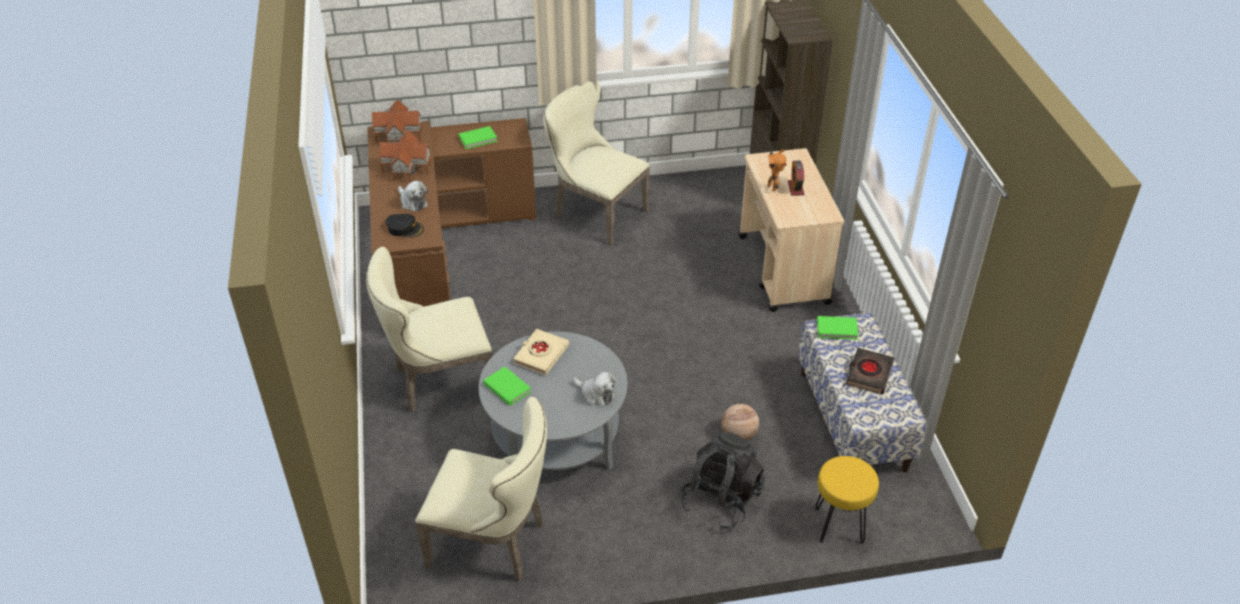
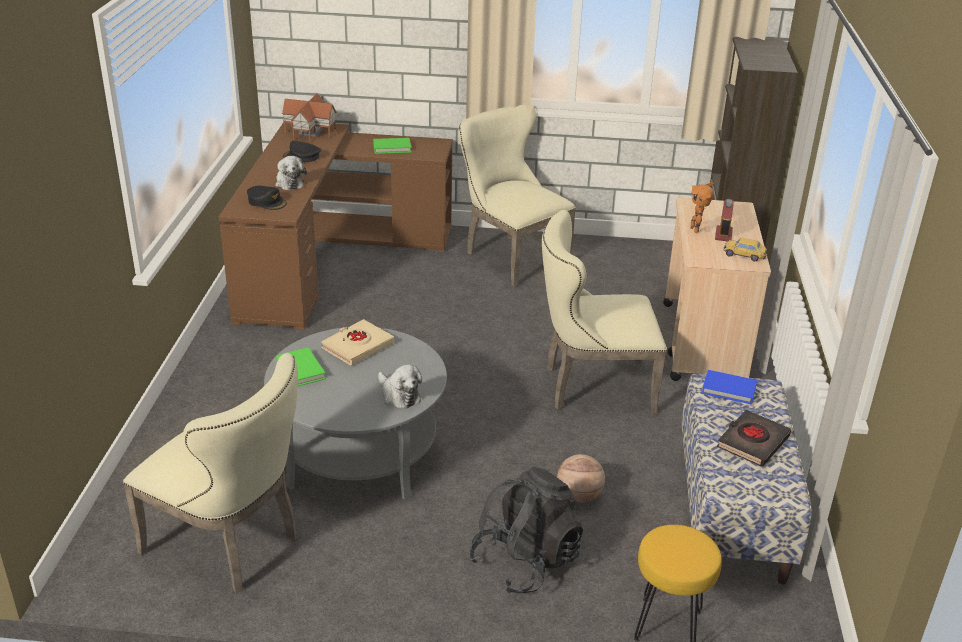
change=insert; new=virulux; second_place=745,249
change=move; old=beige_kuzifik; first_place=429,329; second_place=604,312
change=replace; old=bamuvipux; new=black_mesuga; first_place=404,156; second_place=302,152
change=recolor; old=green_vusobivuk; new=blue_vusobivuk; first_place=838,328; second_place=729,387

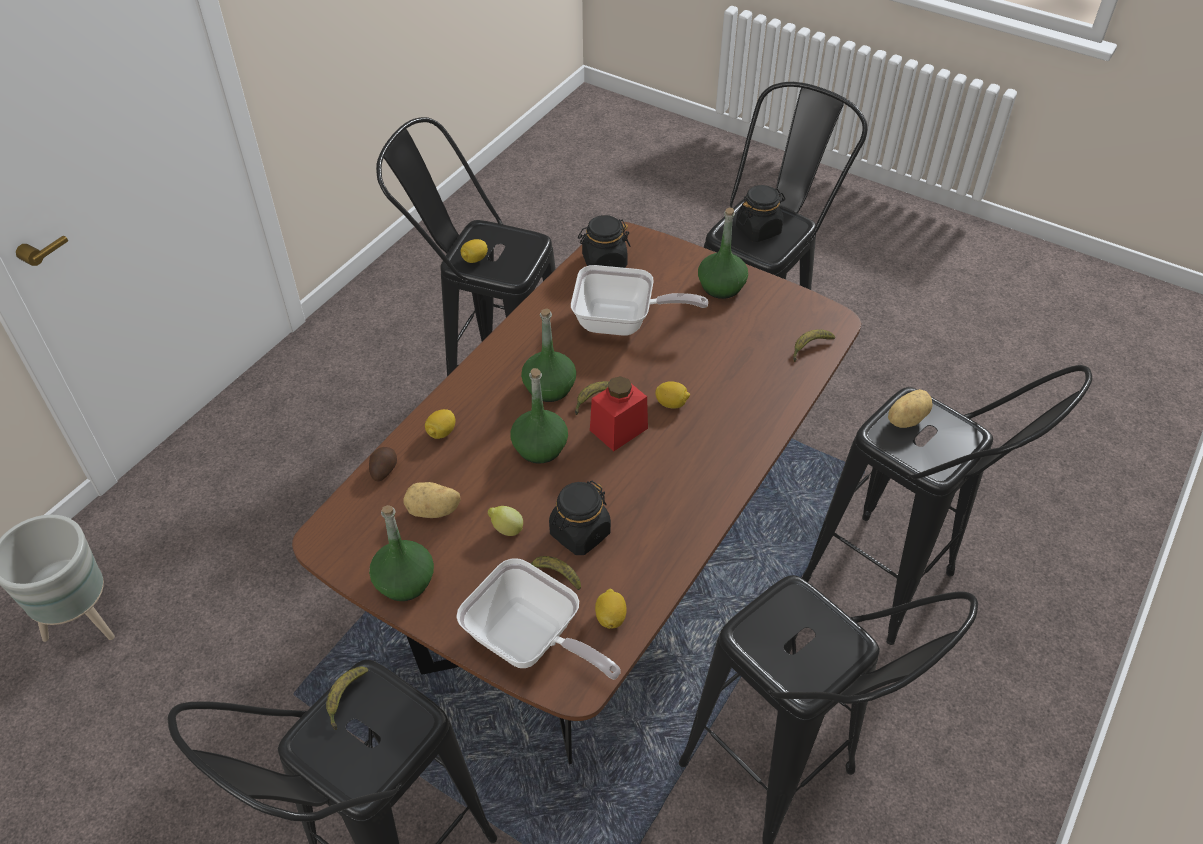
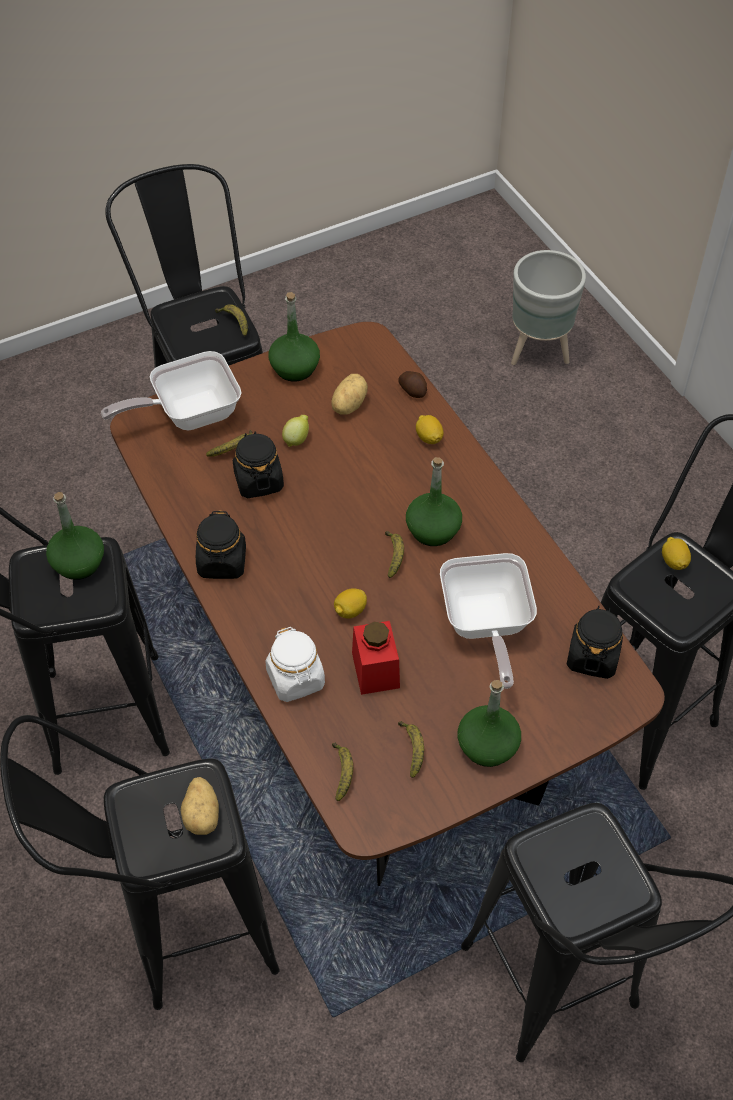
change=delete; old=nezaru; first_place=611,609
change=insert; new=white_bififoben; second_place=295,664
change=insert; new=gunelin; second_place=411,749
change=move; old=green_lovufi; first_place=539,416; second_place=75,536
change=move; old=red_bififoben; first_place=619,413; second_place=376,658
change=move; old=black_bififoben; first_place=760,213; second_place=221,544
change=rotate; old=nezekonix; first_place=639,300; second_place=488,621; degrees=-45

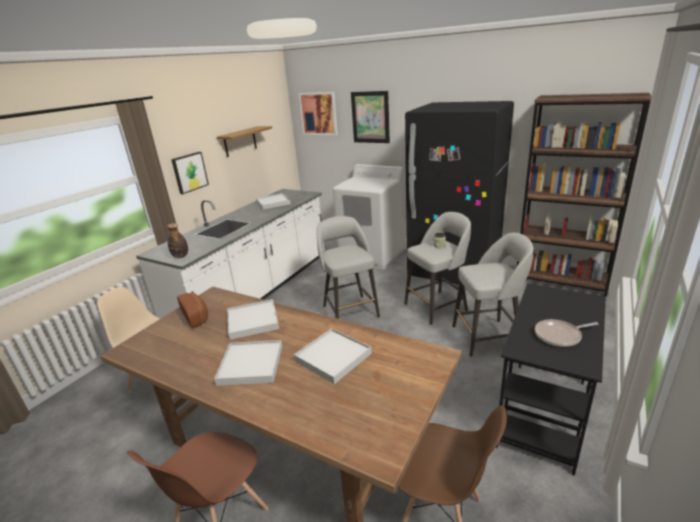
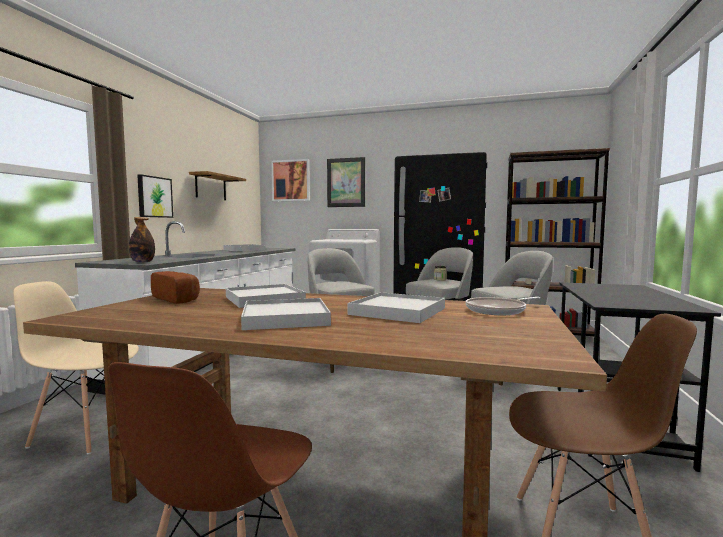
change=move; old=nezekonix; first_place=567,333; second_place=503,306

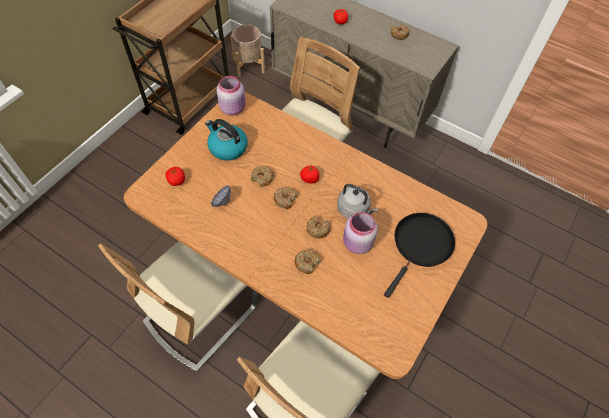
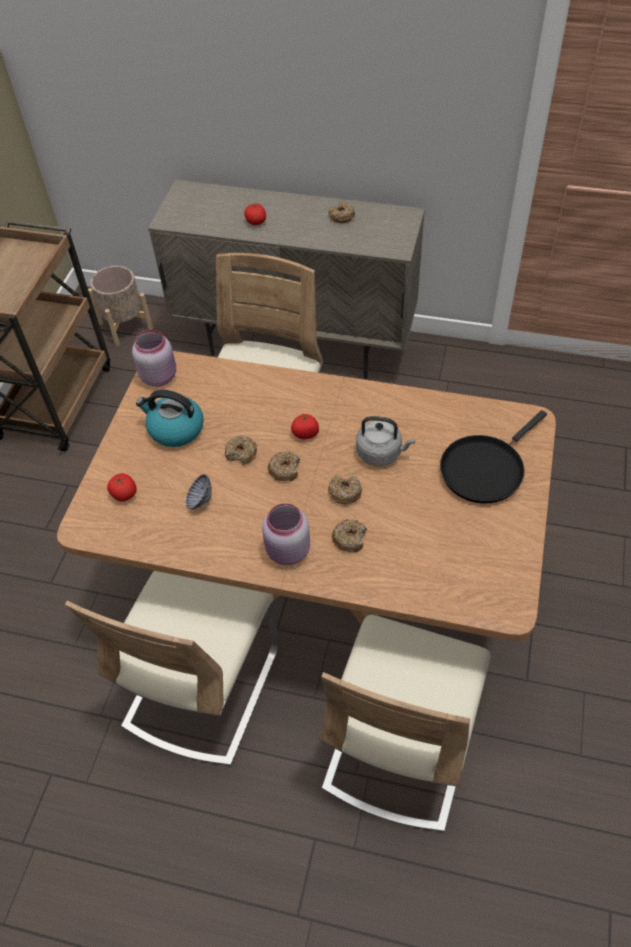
change=move; old=pink_bififoben; first_place=360,233; second_place=286,534
change=rotate; old=black_nezekonix; first_place=419,255; second_place=493,456; degrees=-150

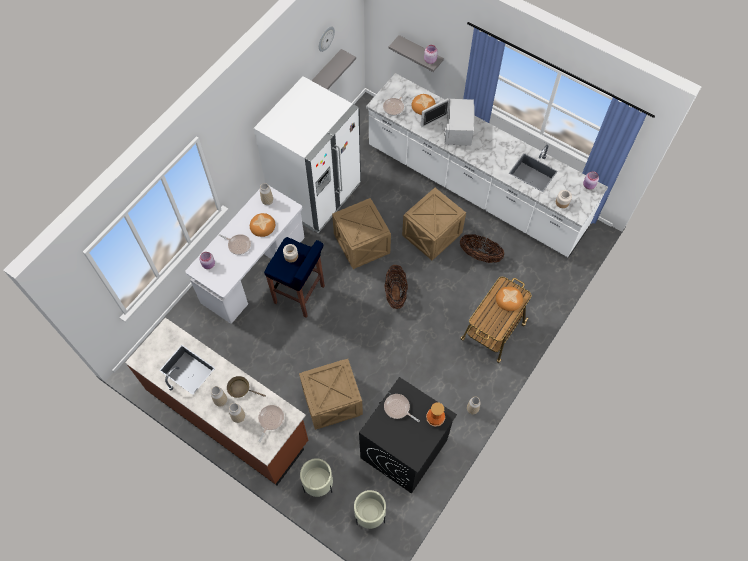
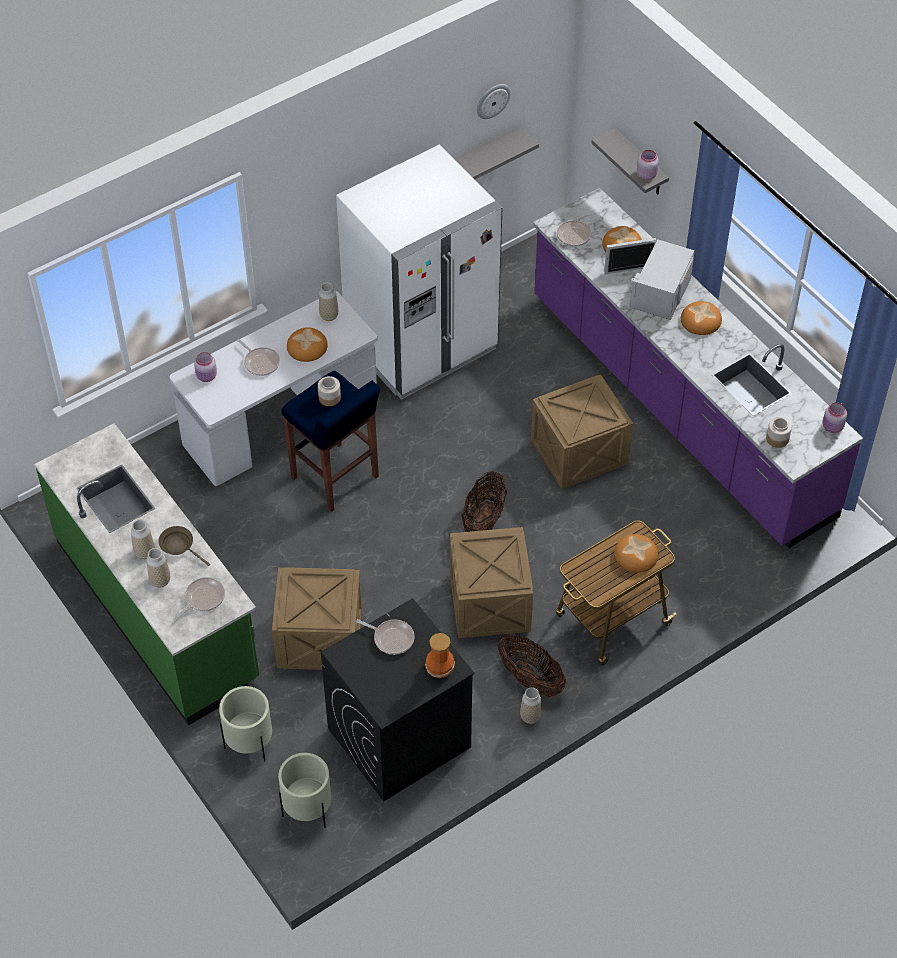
change=insert; new=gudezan; second_place=701,318
change=move; old=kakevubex; first_place=361,233; second_place=491,582
change=move; old=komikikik; first_place=482,248; second_place=532,665
change=recolor; old=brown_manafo; new=green_manafo; first_place=216,401; second_place=146,574
change=recolor; old=white_manafo; new=purple_manafo; first_place=487,165; second_place=698,368
change=rotate; old=nezekonix; first_place=402,408; second_place=385,637; degrees=150

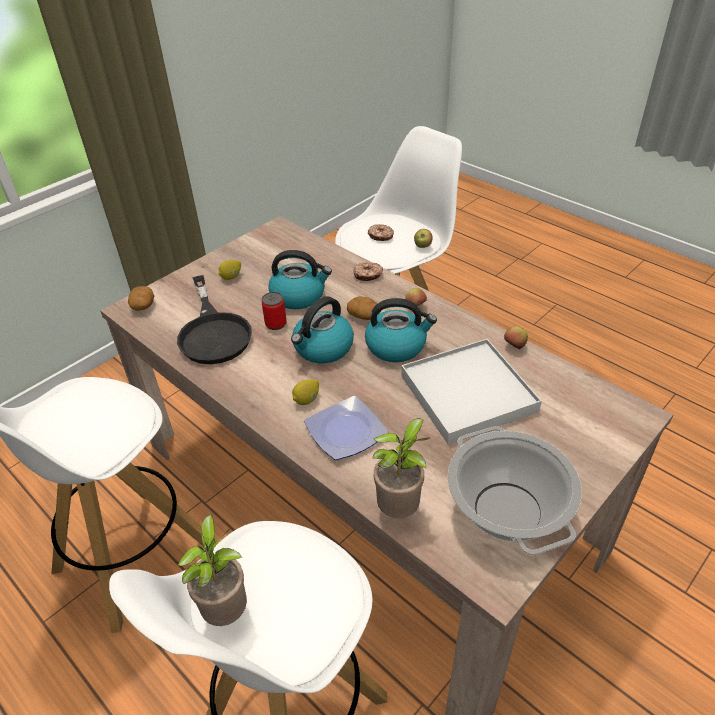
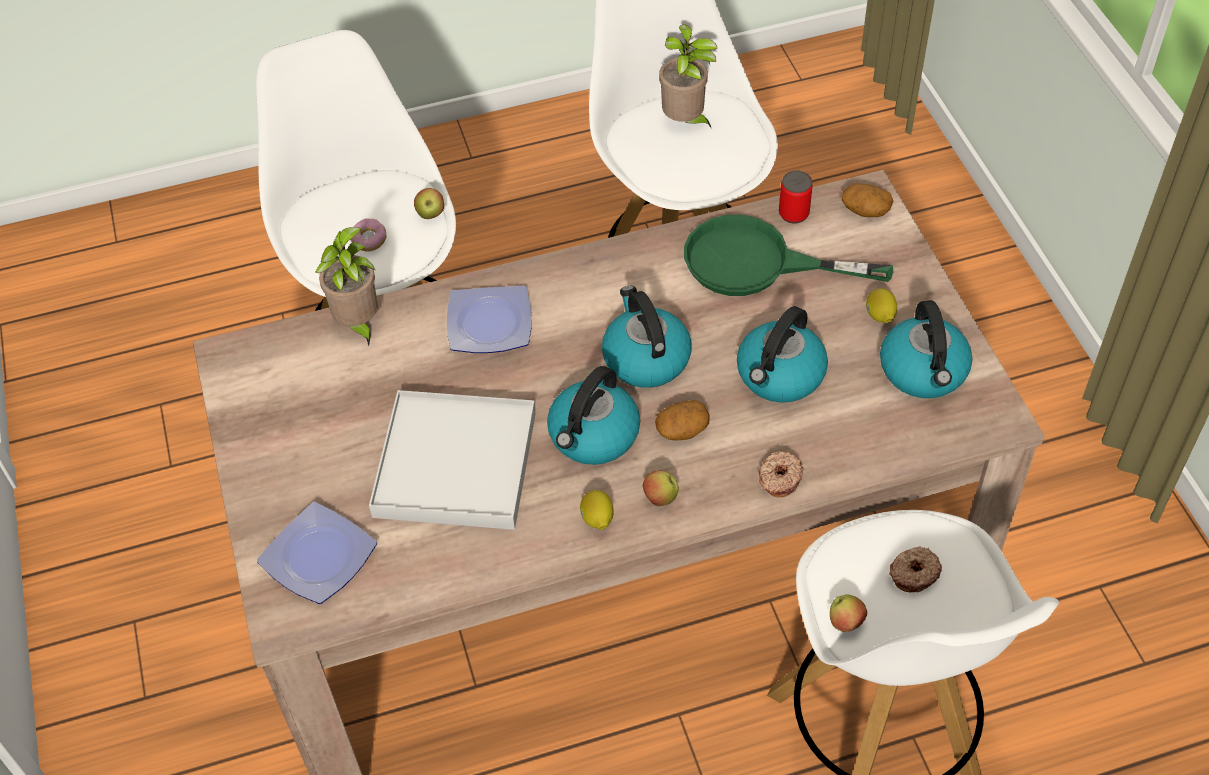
change=delete; old=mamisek; first_place=515,490
change=insert; new=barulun; second_place=317,553
change=insert; new=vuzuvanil; second_place=369,235
change=insert; new=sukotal; second_place=926,349
change=move; old=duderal; first_place=212,570; second_place=688,76
change=move; old=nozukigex; first_place=274,311; second_place=796,197
change=move; old=nezaru; first_place=305,392; second_place=597,510
change=move; old=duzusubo; first_place=516,337; second_place=429,203
change=recolor; old=black_nezekonix; new=green_nezekonix; first_place=214,319; second_place=788,255

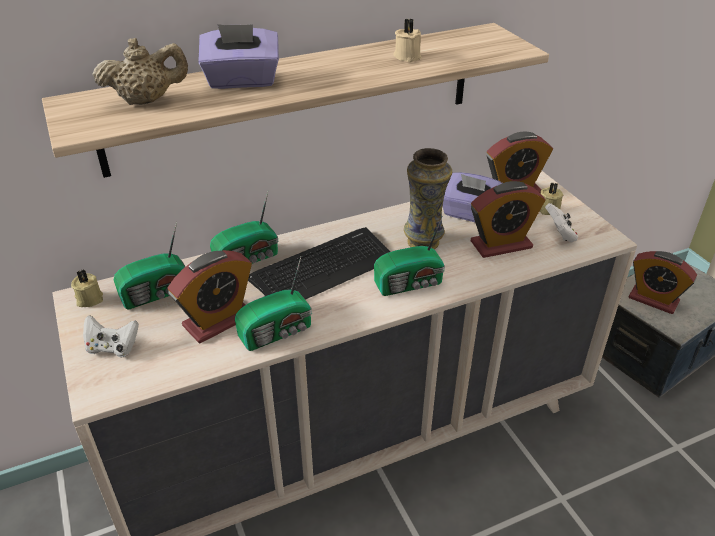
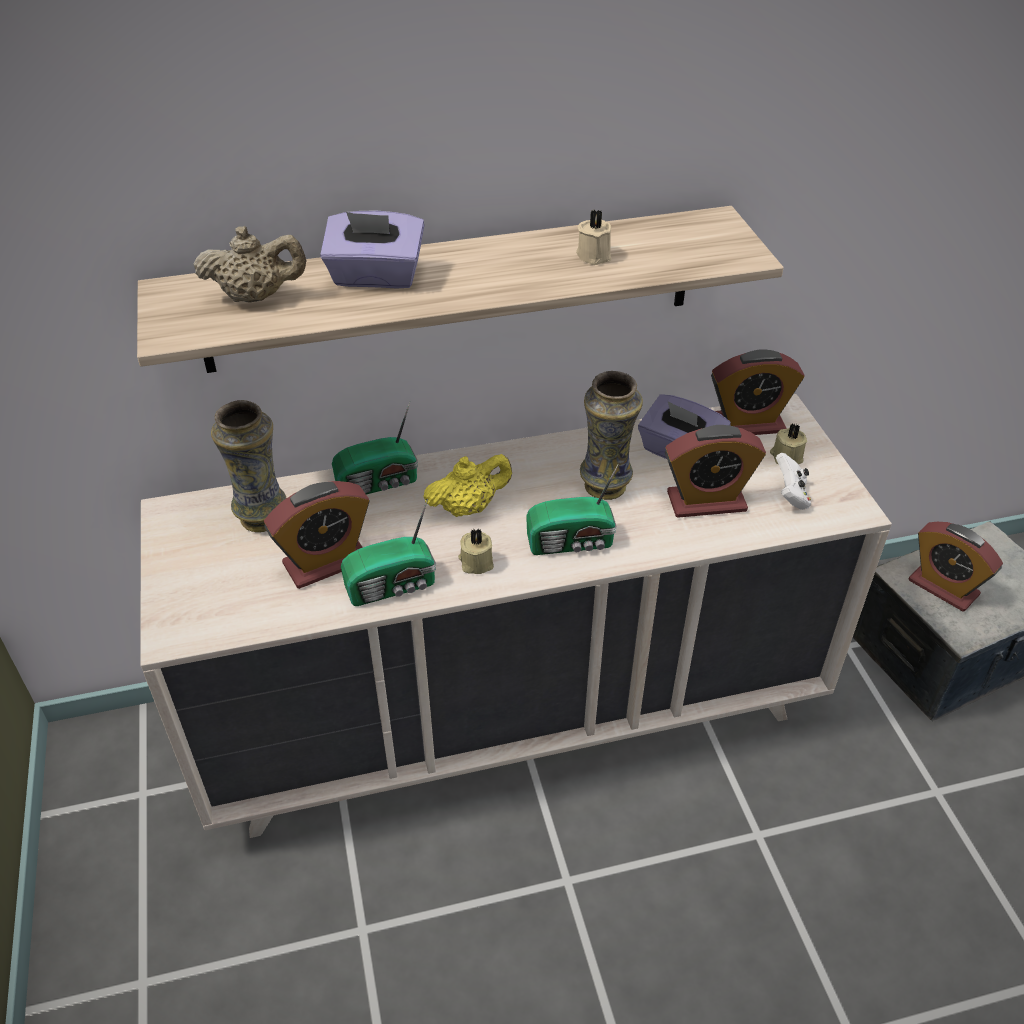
change=delete; old=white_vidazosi; first_place=111,336
change=move; old=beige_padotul; first_place=87,288; second_place=476,551
change=replace; old=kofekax; new=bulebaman; first_place=150,265; second_place=248,466
change=replace; old=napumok; new=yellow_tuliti; first_place=319,263; second_place=467,485

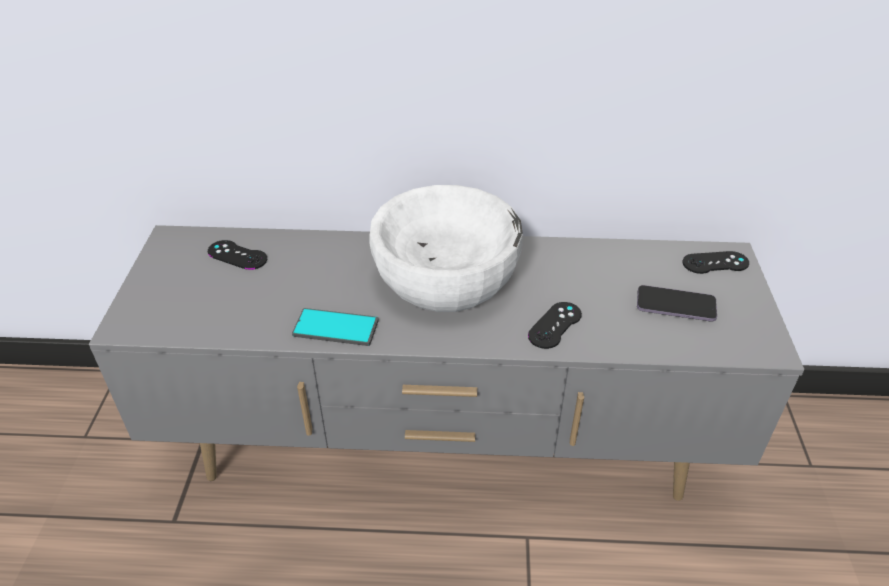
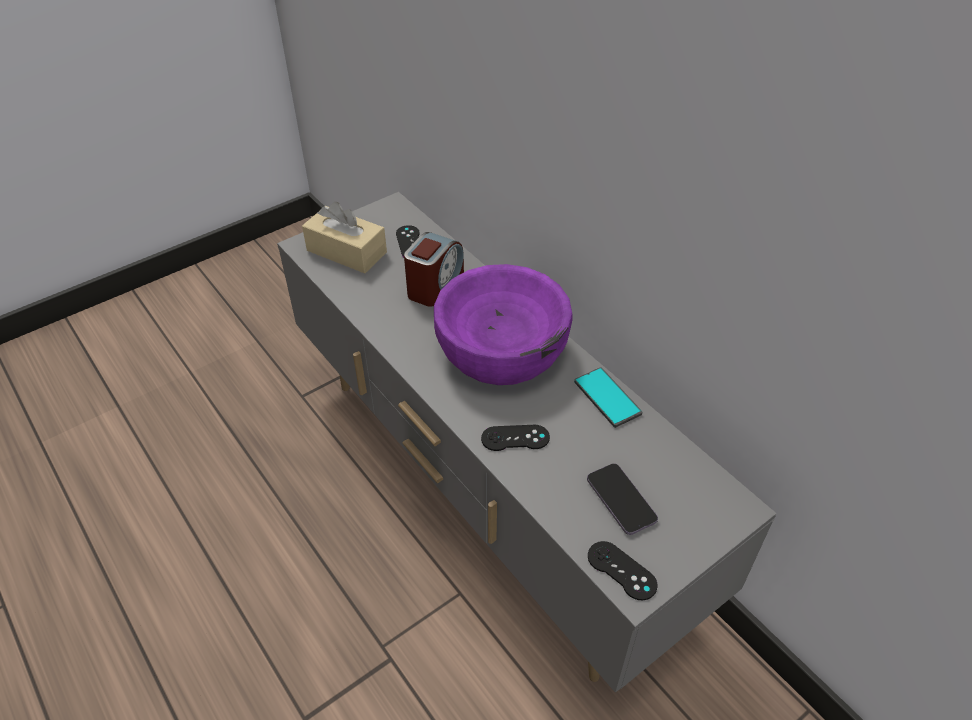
change=insert; new=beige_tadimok; second_place=344,237
change=insert; new=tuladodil; second_place=434,269
change=move; old=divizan; first_place=335,327; second_place=608,397
change=move; old=black_vidazosi; first_place=716,262; second_place=622,570
change=recolor; old=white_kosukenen; new=purple_kosukenen; first_place=446,248; second_place=503,324

